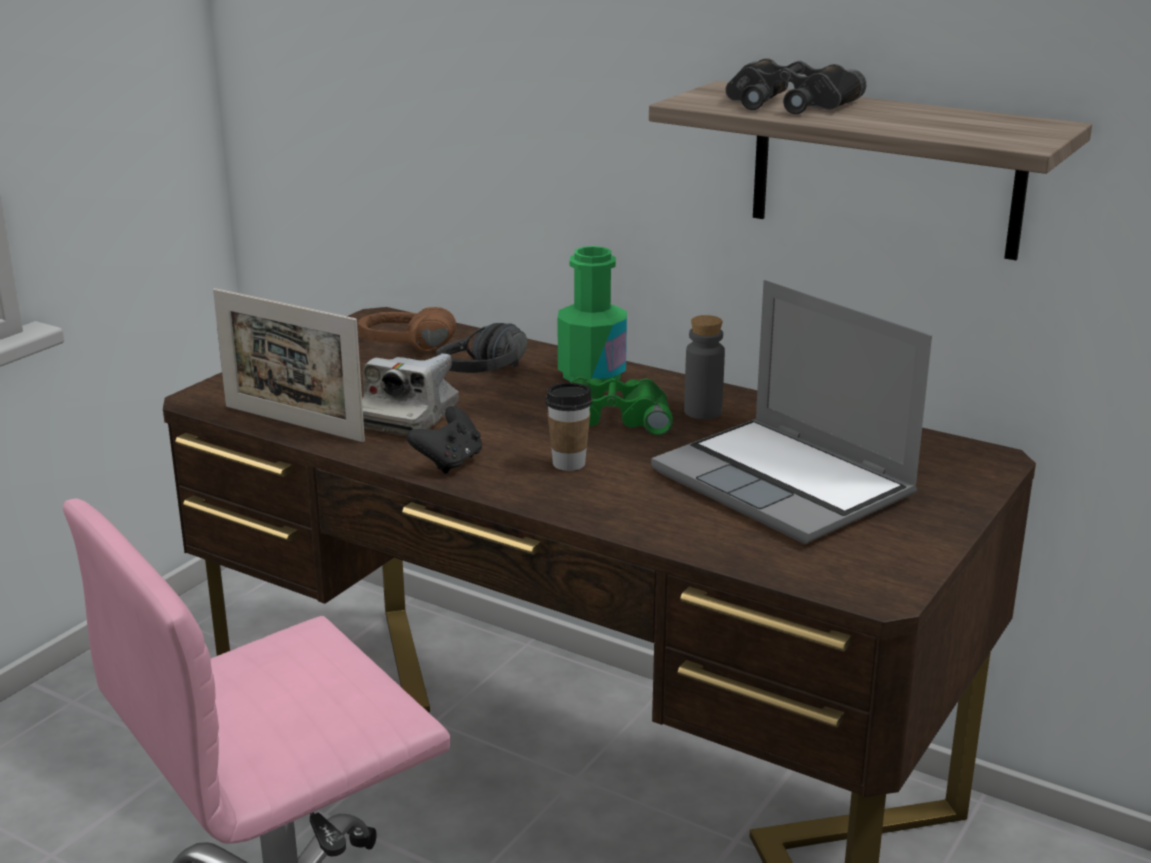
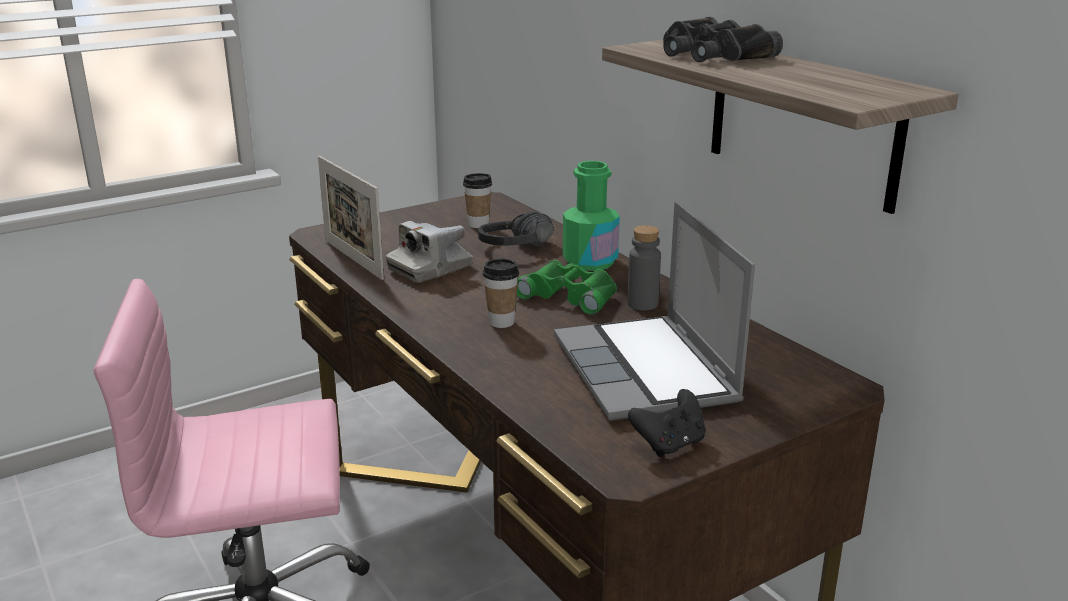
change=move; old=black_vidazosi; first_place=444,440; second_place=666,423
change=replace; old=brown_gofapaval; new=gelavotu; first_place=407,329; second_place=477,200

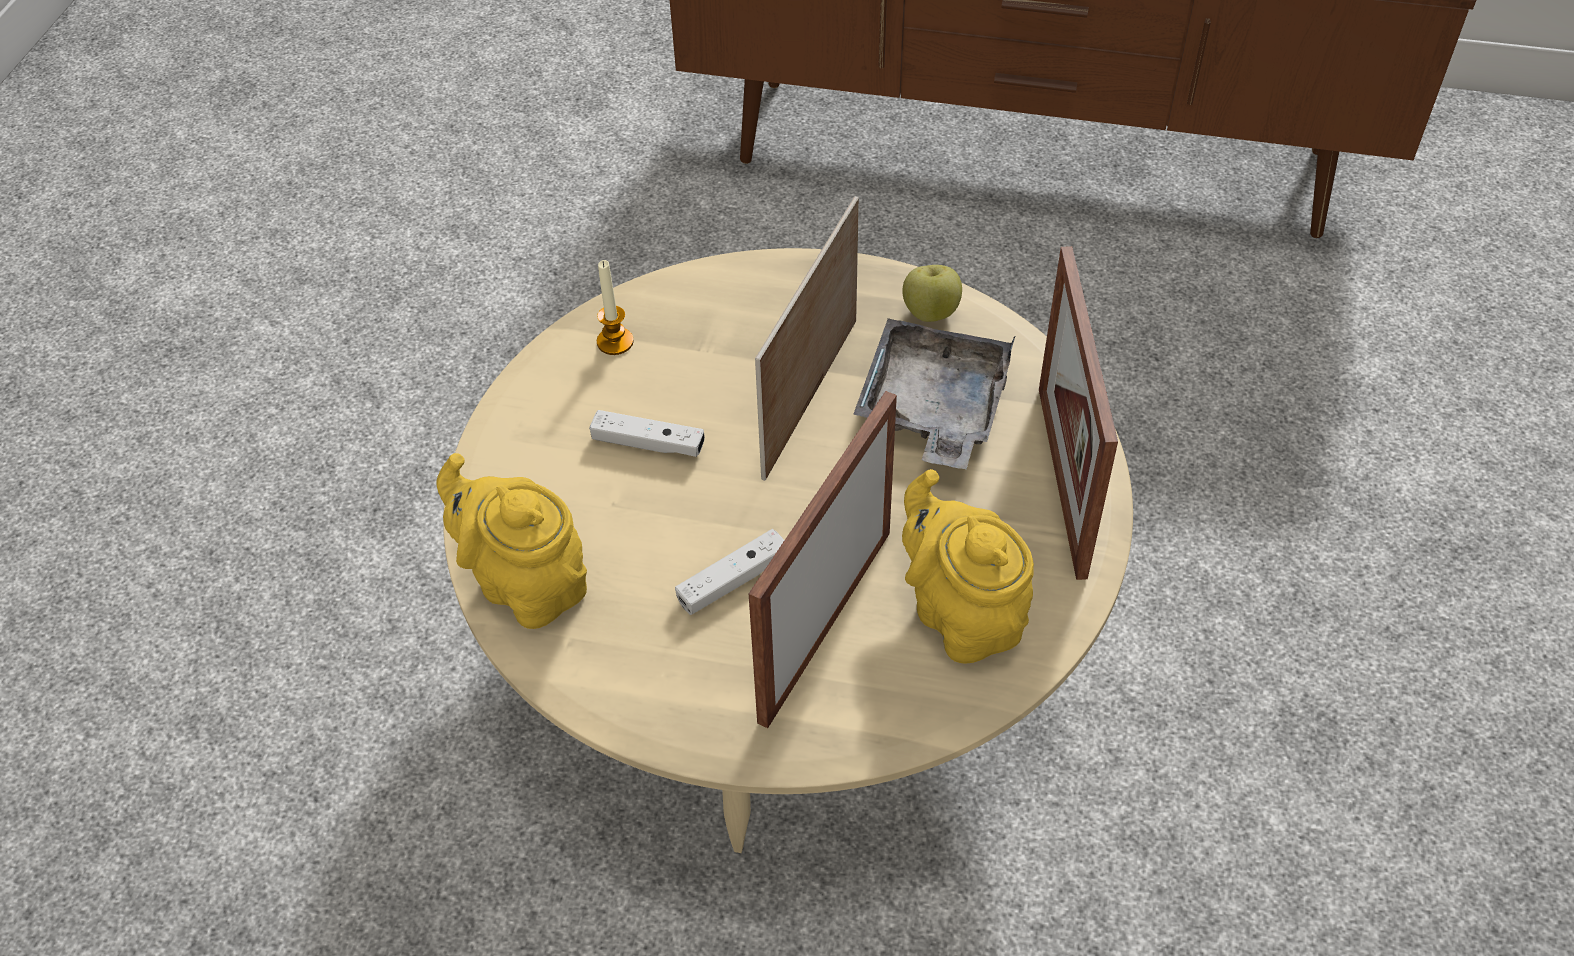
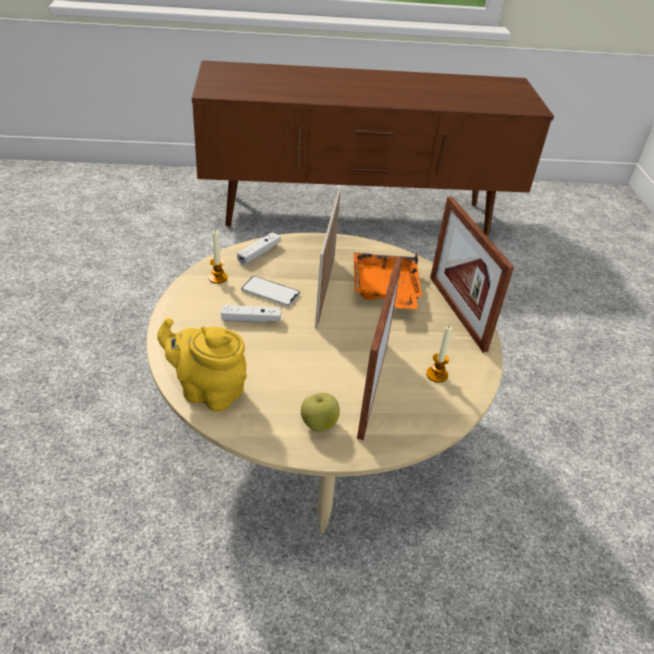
change=insert; new=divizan; second_place=270,291
change=move; old=white_vidazosi; first_place=729,572; second_place=259,248
change=move; old=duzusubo; first_place=932,293; second_place=320,412
change=replace; old=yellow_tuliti; new=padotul; first_place=968,566; second_place=439,354
change=recolor; old=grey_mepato; new=orange_mepato; first_place=935,393; second_place=388,280

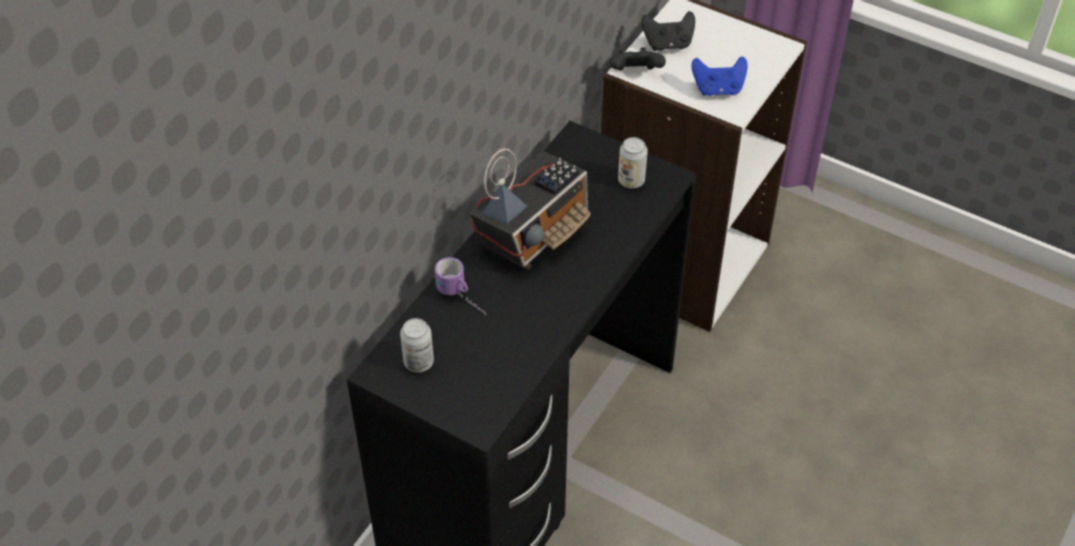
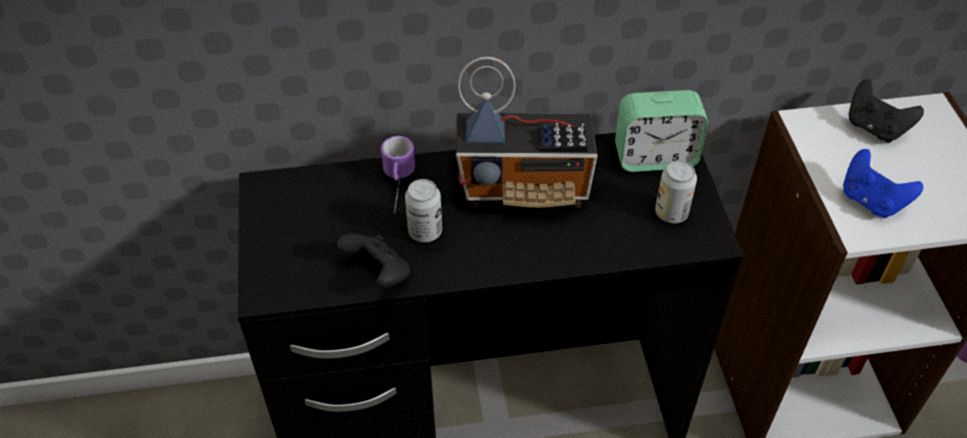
change=insert; new=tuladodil; second_place=661,131
change=move; old=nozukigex; first_place=417,345; second_place=423,211
change=move; old=black_vidazosi; first_place=638,58; second_place=373,261

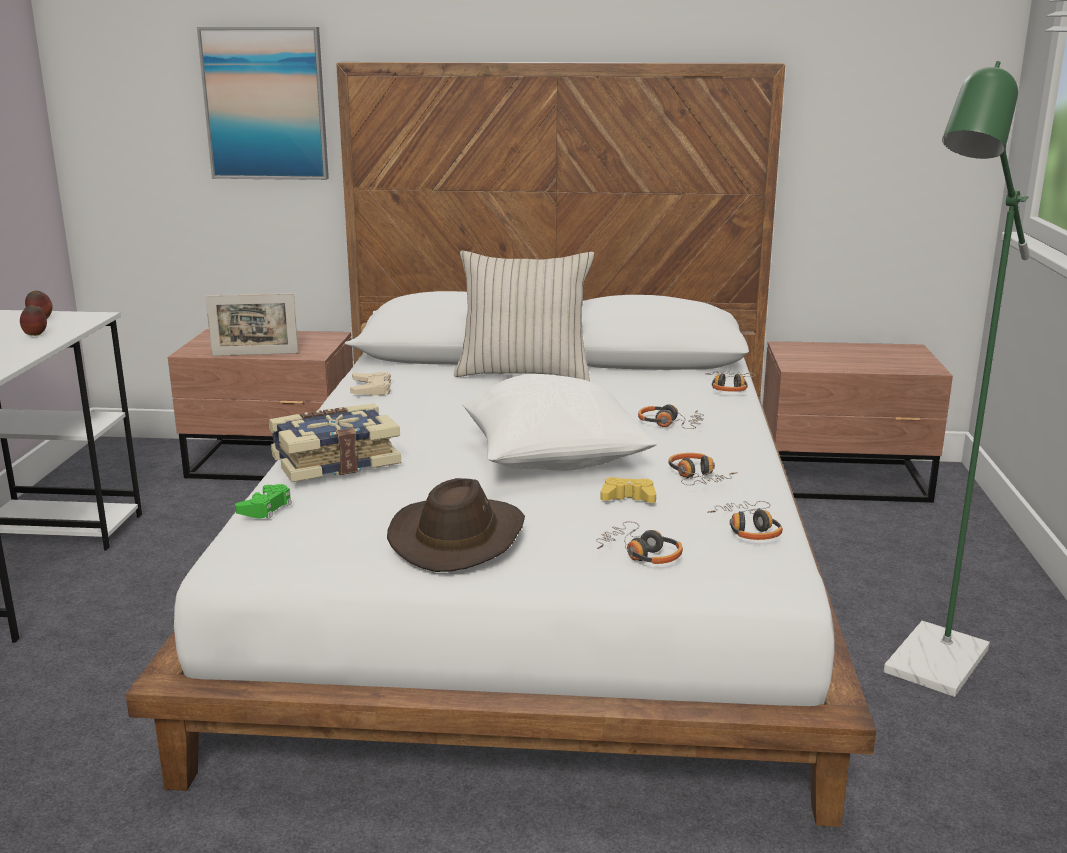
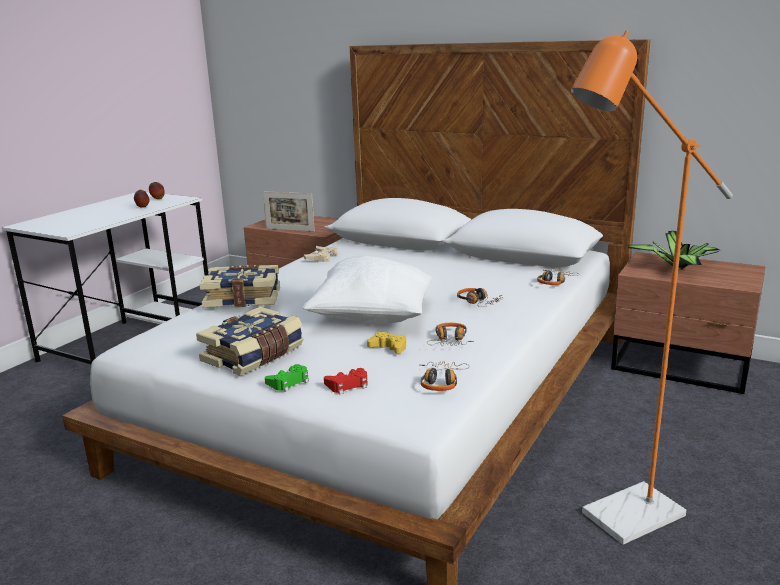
change=delete; old=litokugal; first_place=263,103
change=delete; old=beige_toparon; first_place=524,316
change=insert; new=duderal; second_place=673,250
change=move; old=green_vidazosi; first_place=263,501; second_place=287,378
change=replace; old=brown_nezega; new=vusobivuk; first_place=456,525; second_place=249,341
change=replace; old=gofapaval; new=red_vidazosi; first_place=639,542; second_place=345,381
change=recolor; old=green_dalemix; new=orange_dalemix; first_place=957,379; second_place=652,288

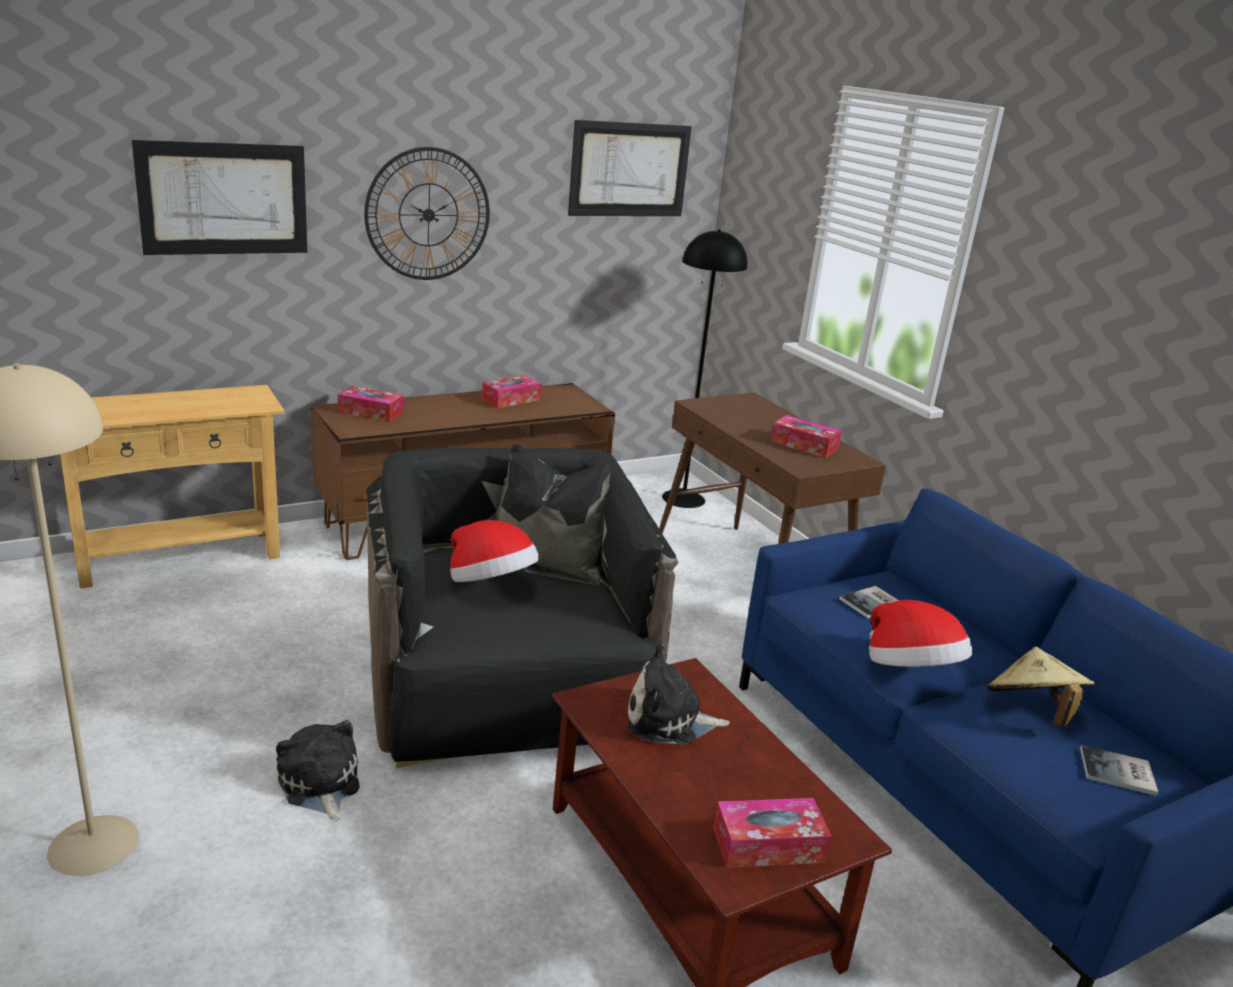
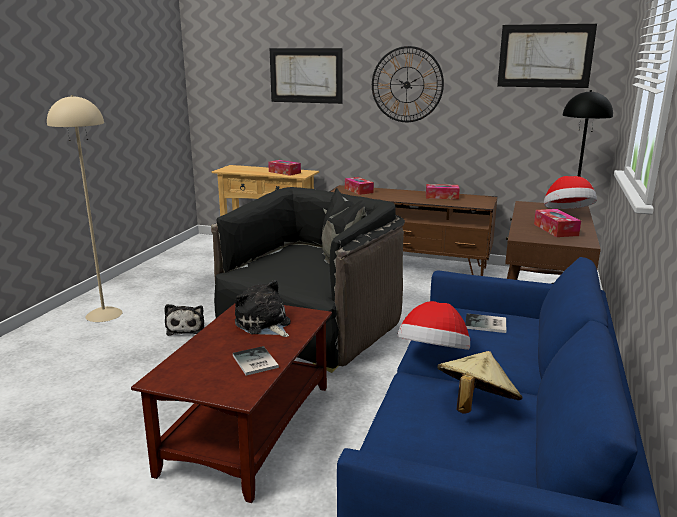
change=move; old=nezega; first_place=494,551; second_place=570,192
change=move; old=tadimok; first_place=772,833; second_place=284,168
change=move; old=vusobivuk; first_place=1119,770; second_place=256,361
change=rotate; old=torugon; first_place=318,770; second_place=184,320; degrees=150

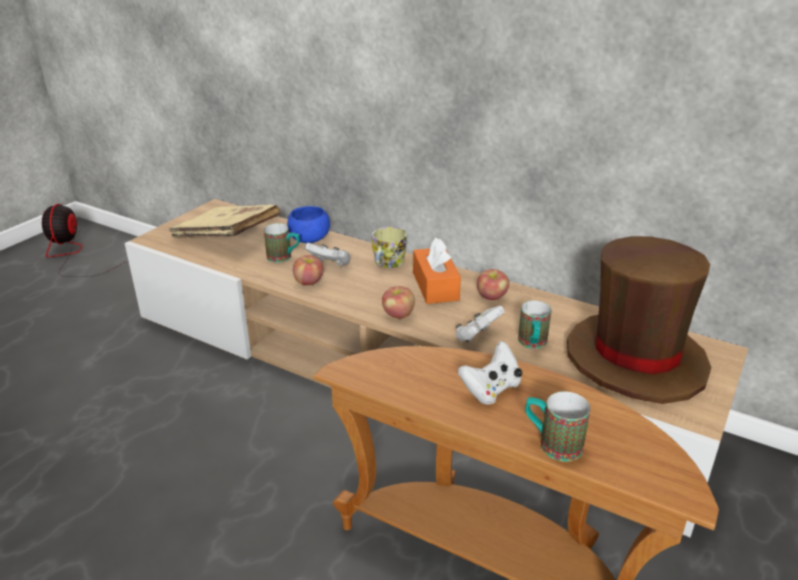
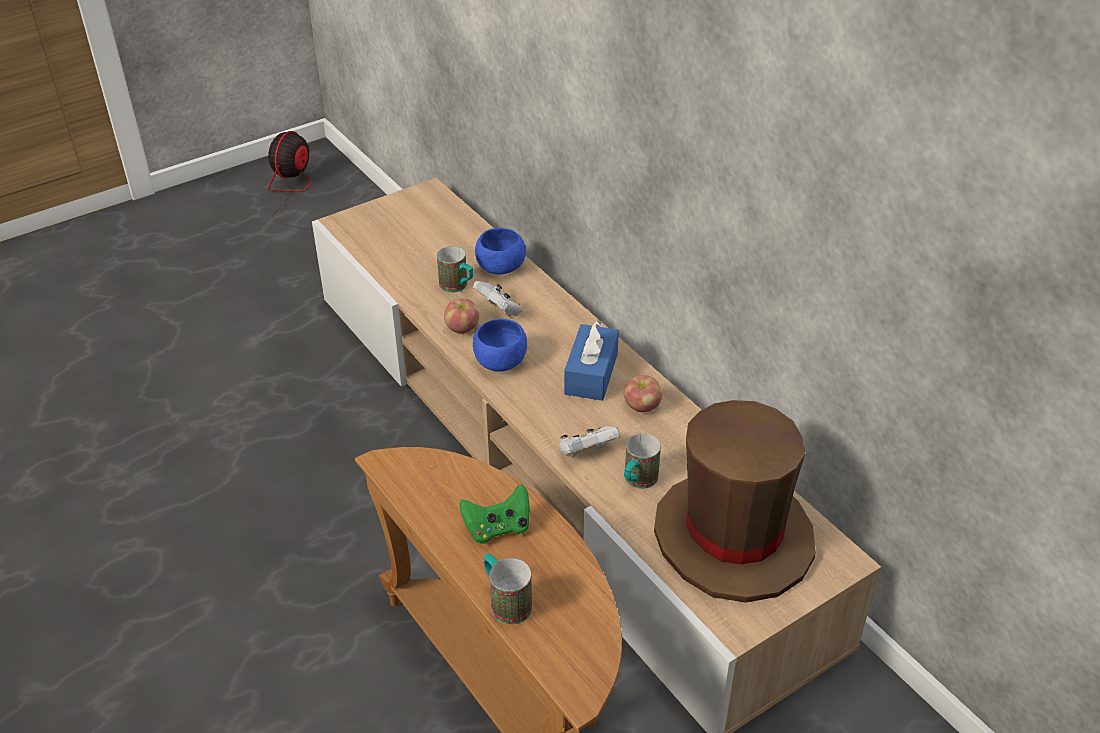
change=delete; old=beige_vusobivuk; first_place=225,221
change=delete; old=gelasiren; first_place=389,247
change=delete; old=duzusubo; first_place=398,302
change=insert; new=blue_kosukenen; second_place=500,345
change=recolor; old=orange_tadimok; new=blue_tadimok; first_place=437,270; second_place=591,361
change=recolor; old=white_vidazosi; new=green_vidazosi; first_place=490,373; second_place=494,514

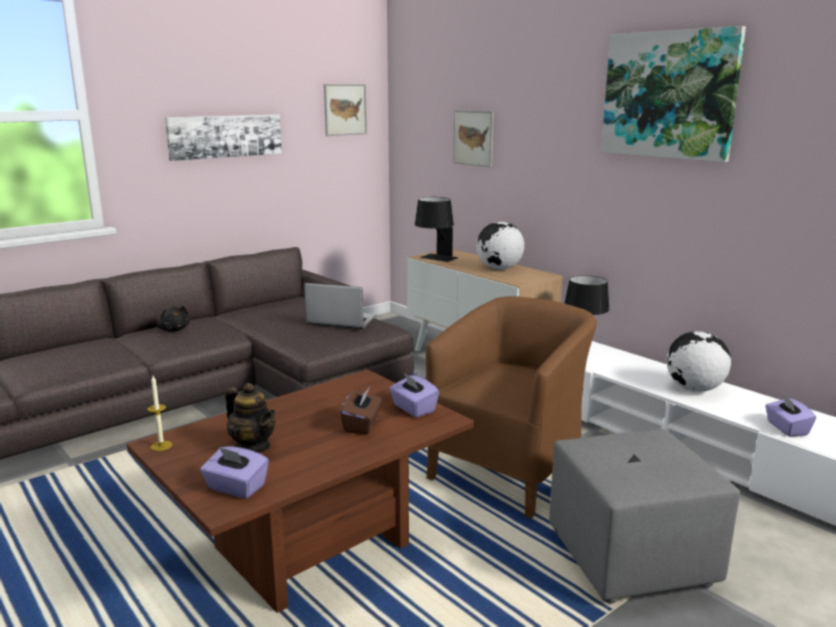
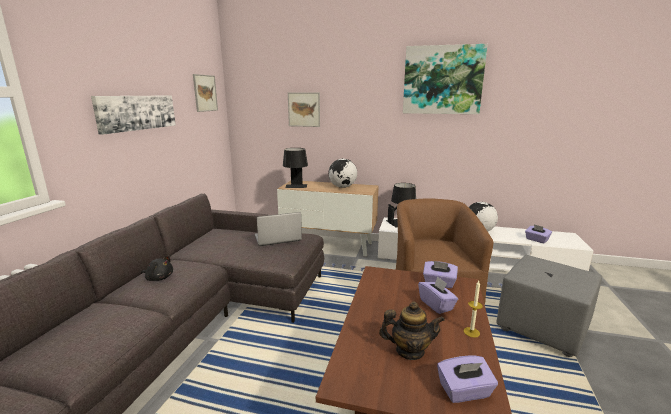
change=move; old=padotul; first_place=160,413; second_place=473,309
change=recolor; old=brown_tadimok; new=purple_tadimok; first_place=361,410; second_place=438,295

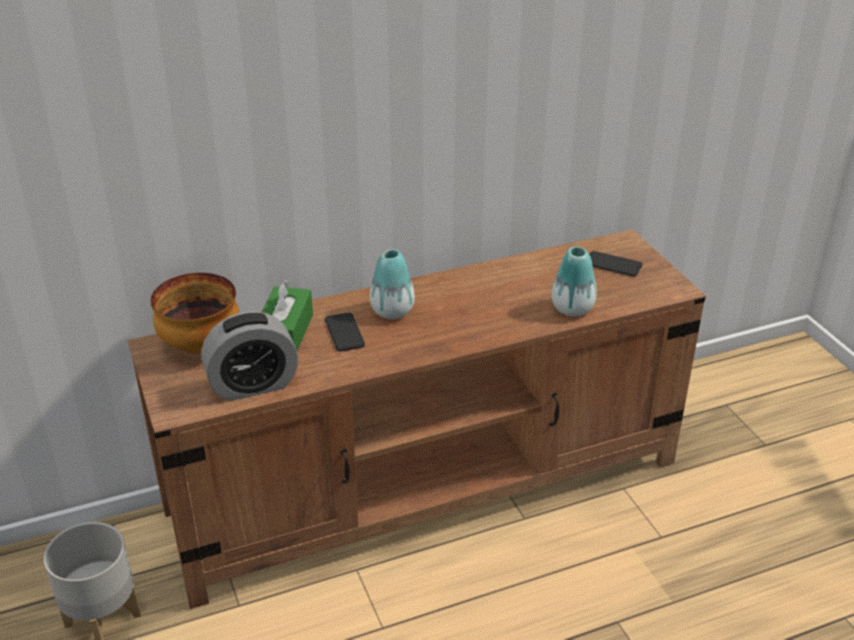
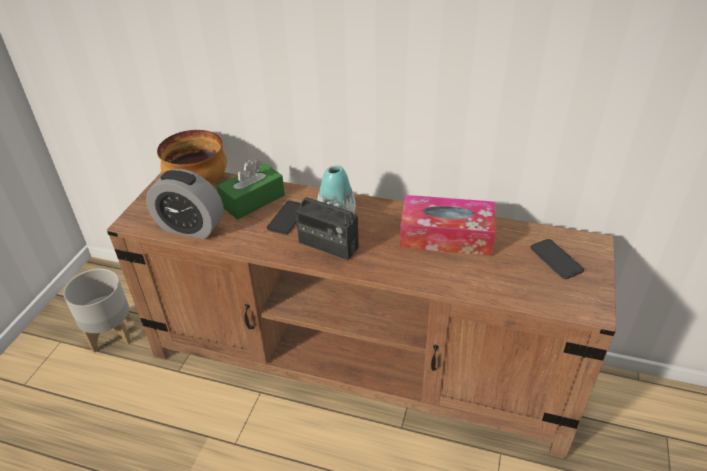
change=delete; old=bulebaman; first_place=574,281
change=insert; new=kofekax; second_place=327,223
change=insert; new=tadimok; second_place=448,225

